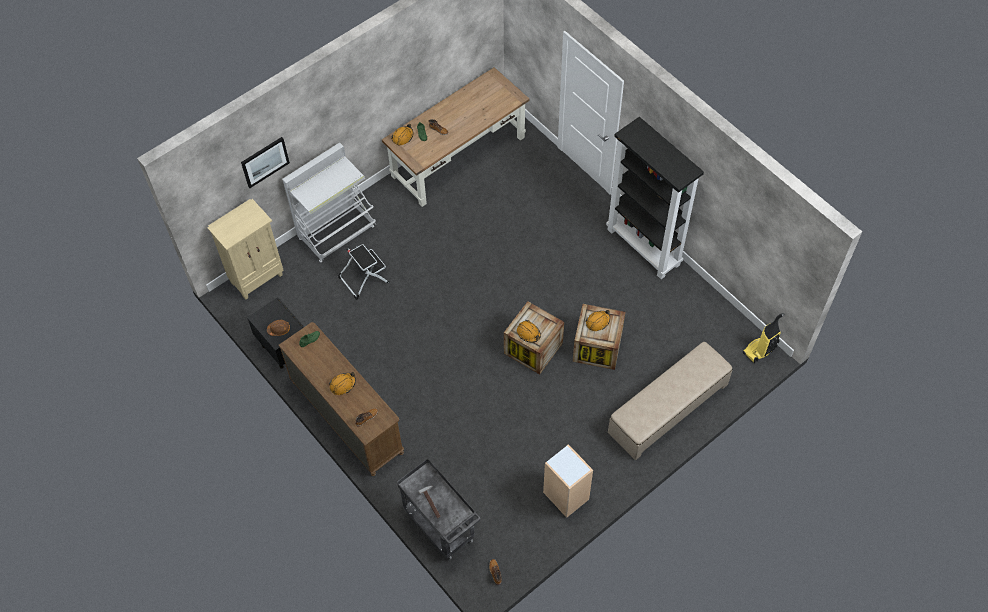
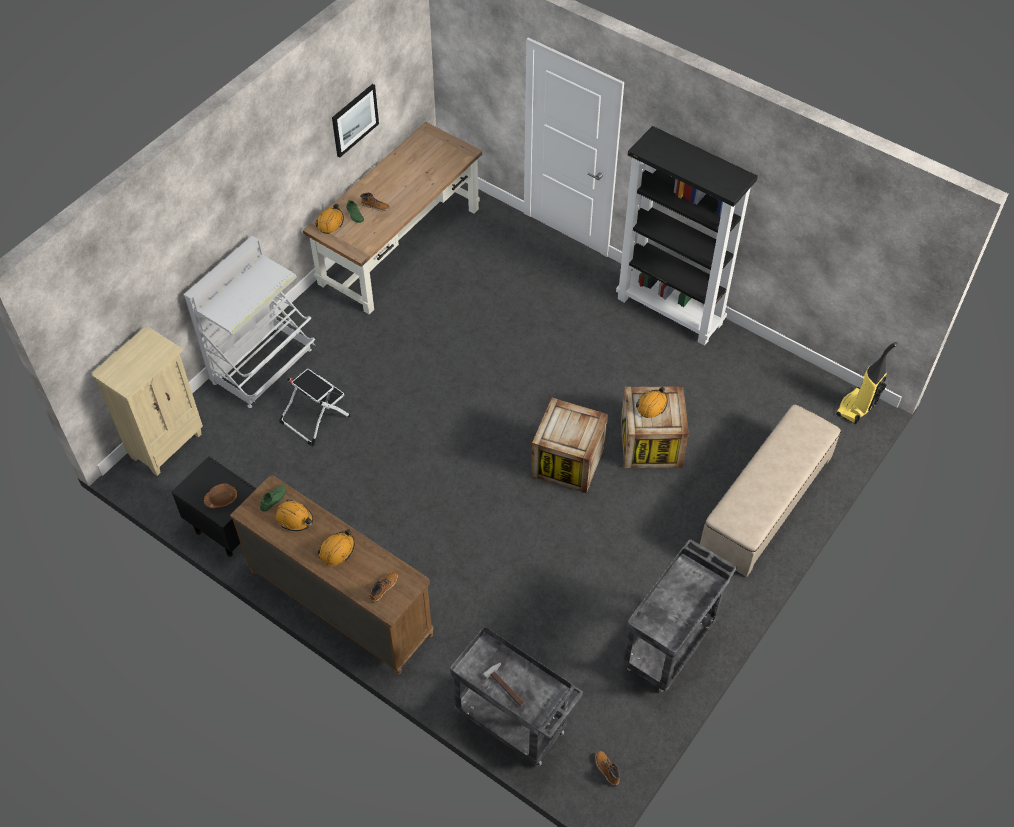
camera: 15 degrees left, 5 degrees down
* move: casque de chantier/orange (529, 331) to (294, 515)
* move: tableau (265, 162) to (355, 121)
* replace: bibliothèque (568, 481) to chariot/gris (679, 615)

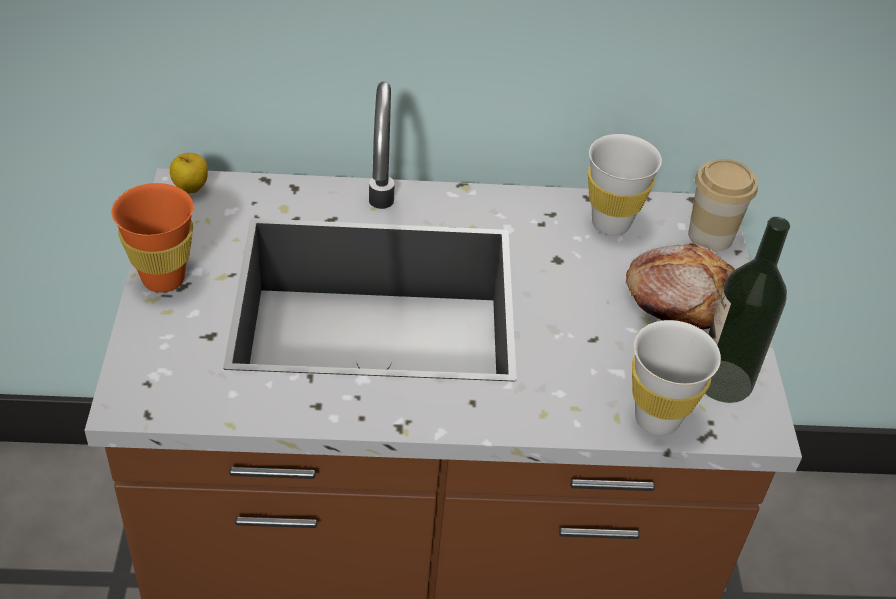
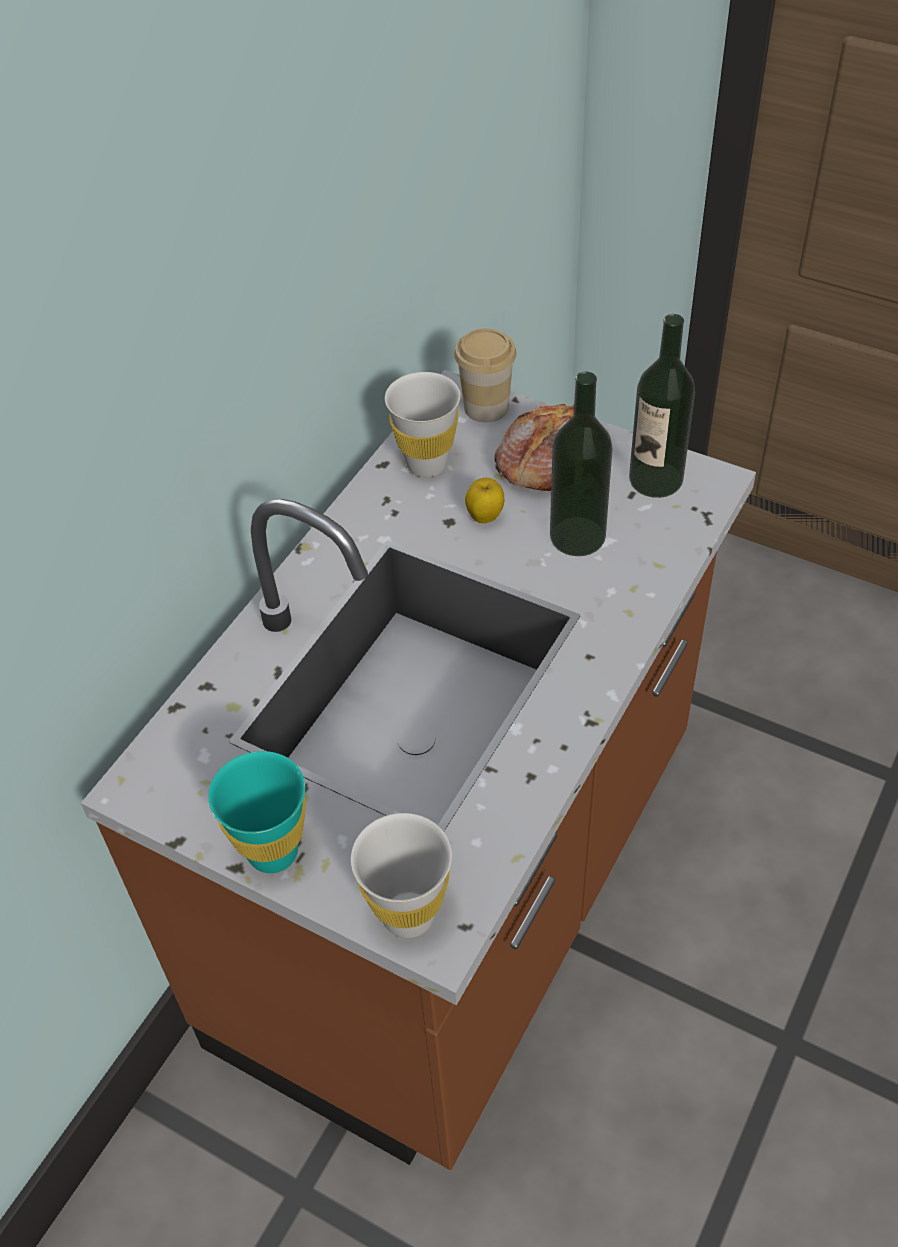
camera: 55 degrees left, 5 degrees up
* recolor: tasse/orange (152, 238) to tasse/turquoise (257, 812)
* move: tasse/blanc (676, 378) to (401, 875)
* move: pomme (189, 173) to (484, 500)
* insert: bouteille (581, 464)

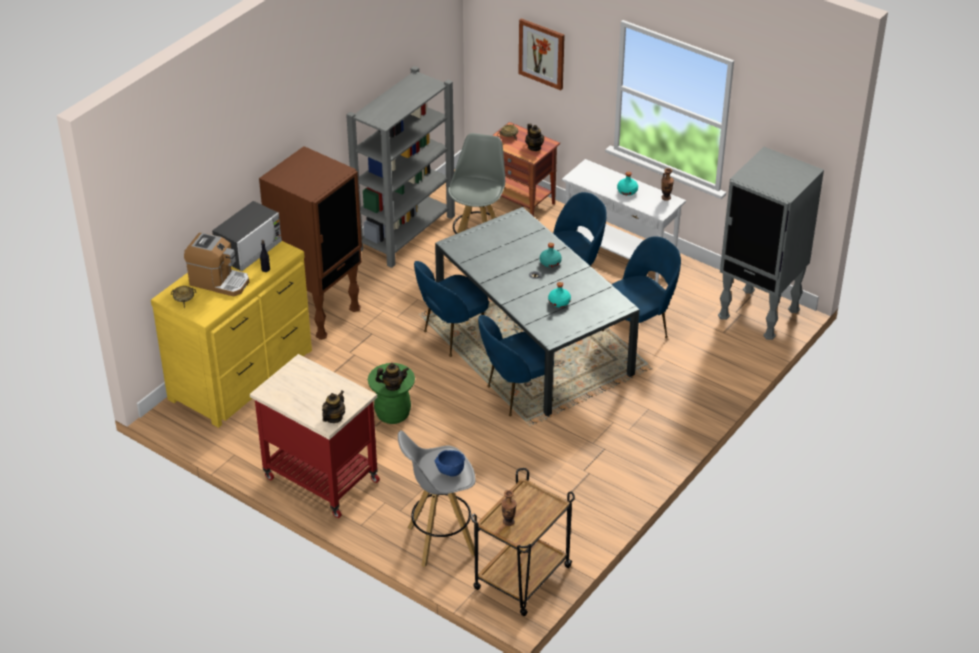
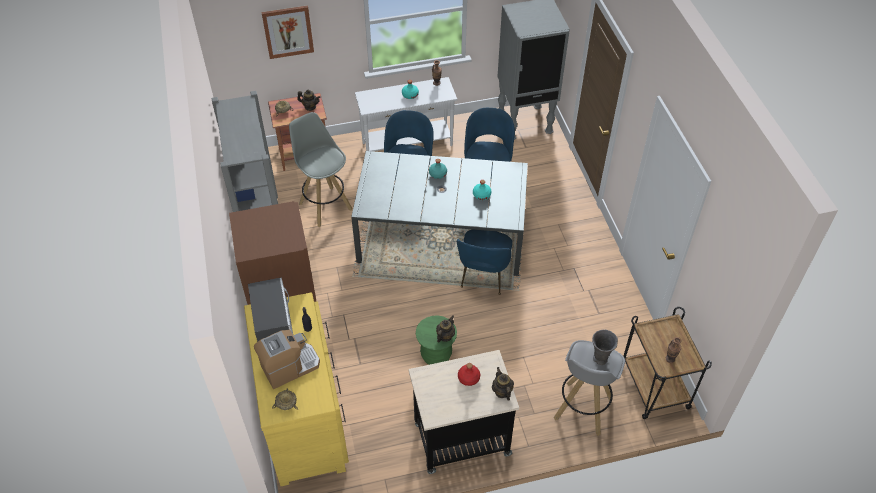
camera: 50 degrees left, 10 degrees up
* recolor: chariot/rouge (315, 436) to chariot/noir (464, 412)
* insert: bouteille/rouge (469, 374)
* replace: bol/bleu (450, 463) to vase/gris (605, 347)
* delete: chaise/bleu (451, 309)

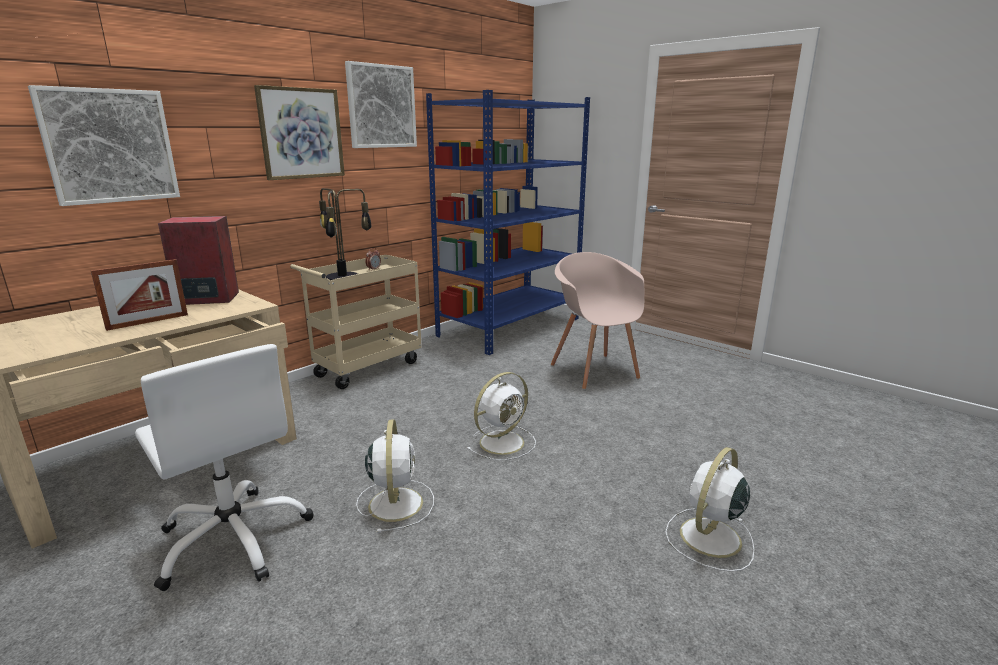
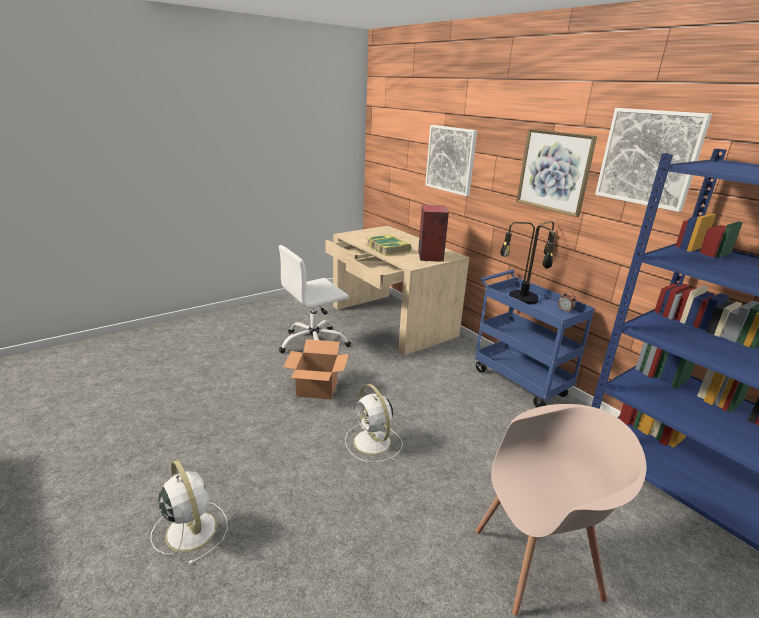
camera: 100 degrees right, 5 degrees up
* replace: ventilateur/blanc (395, 476) to carton (316, 369)
* replace: cadre photo (139, 295) to livre (388, 245)
* recolor: chariot/beige (356, 322) to chariot/bleu (535, 338)

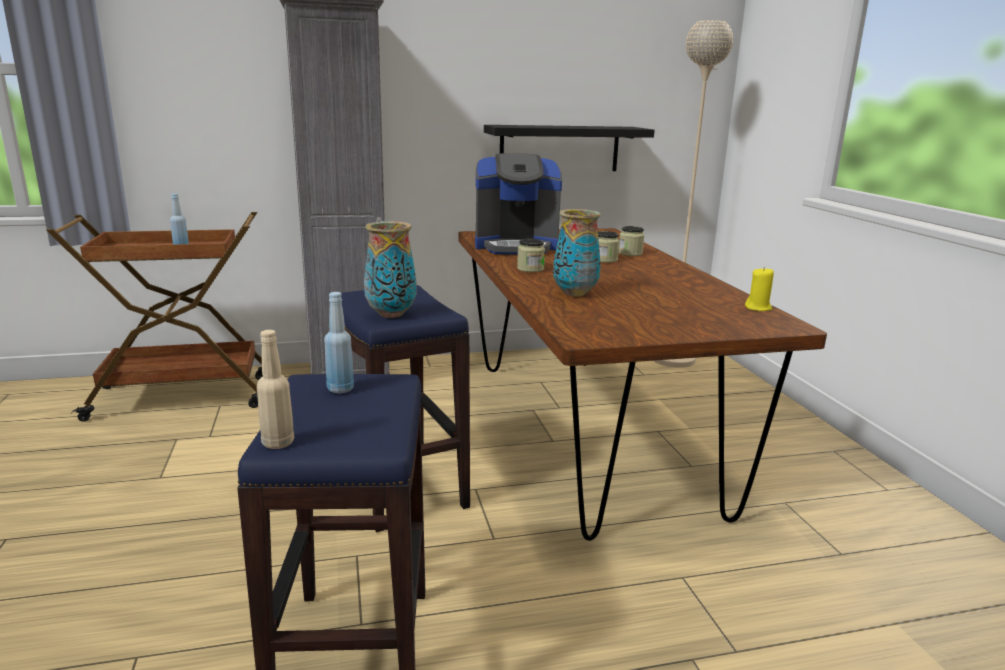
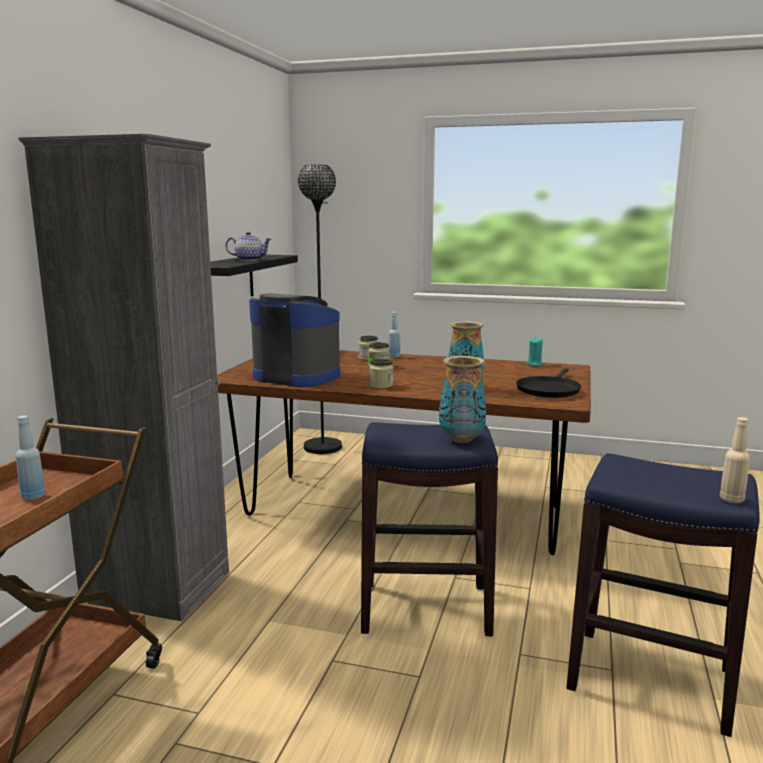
camera: 60 degrees left, 5 degrees down
* insert: théière (248, 246)
* rotate: machine à café (518, 204) = (294, 340) 90 degrees counterclockwise
* recolor: lampadaire/beige (693, 194) to lampadaire/noir (320, 309)
* move: bouteille/bleu (339, 342) to (394, 335)
* insert: poêle/noir (548, 383)
* recolor: bougie/jaune (759, 289) to bougie/turquoise (534, 352)

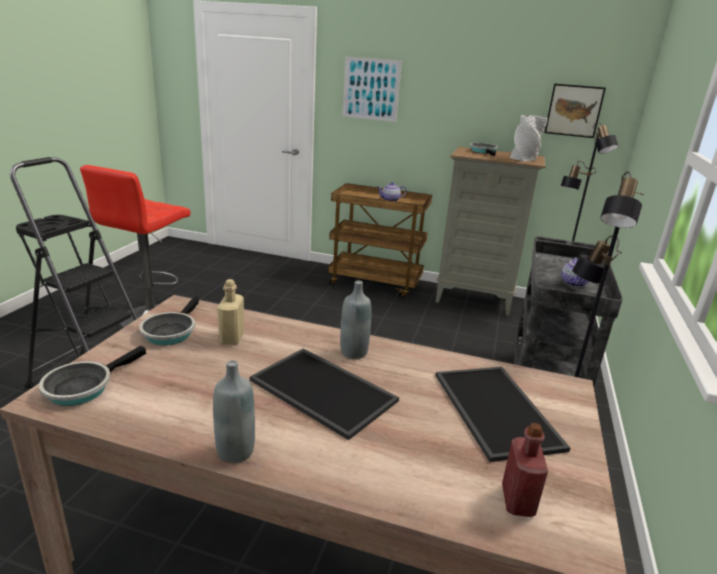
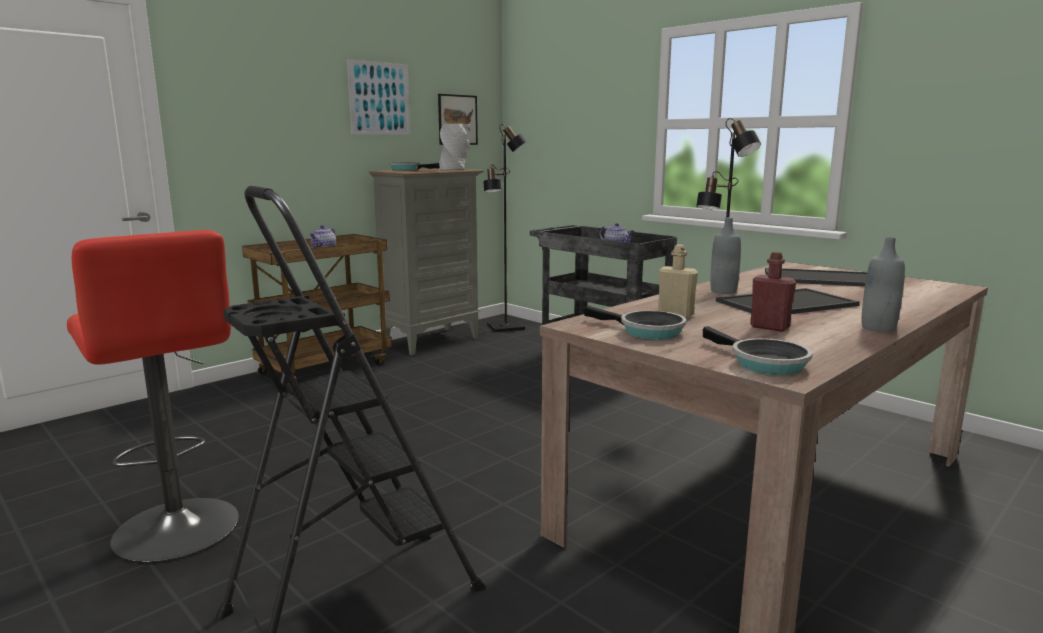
camera: 60 degrees left, 10 degrees down
* move: tableau (372, 89) to (378, 97)
* move: bouteille/rouge (525, 470) to (773, 292)

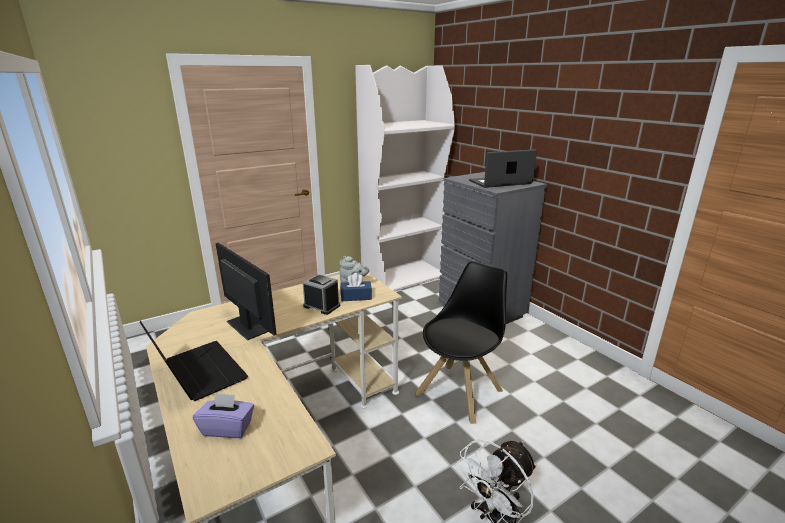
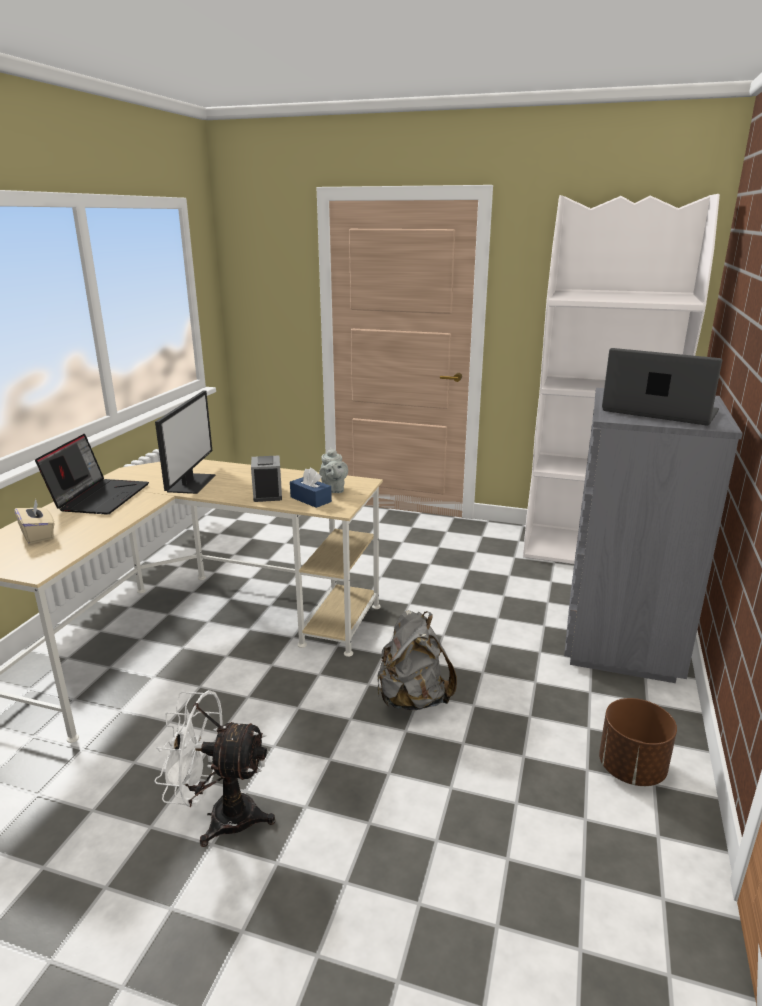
camera: 50 degrees right, 0 degrees up
* recolor: boîte à mouchoirs/violet (223, 415) to boîte à mouchoirs/beige (34, 521)
* replace: chaise/noir (461, 342) to sac à dos/gris (417, 660)
* insert: cache-pot/marron (638, 742)

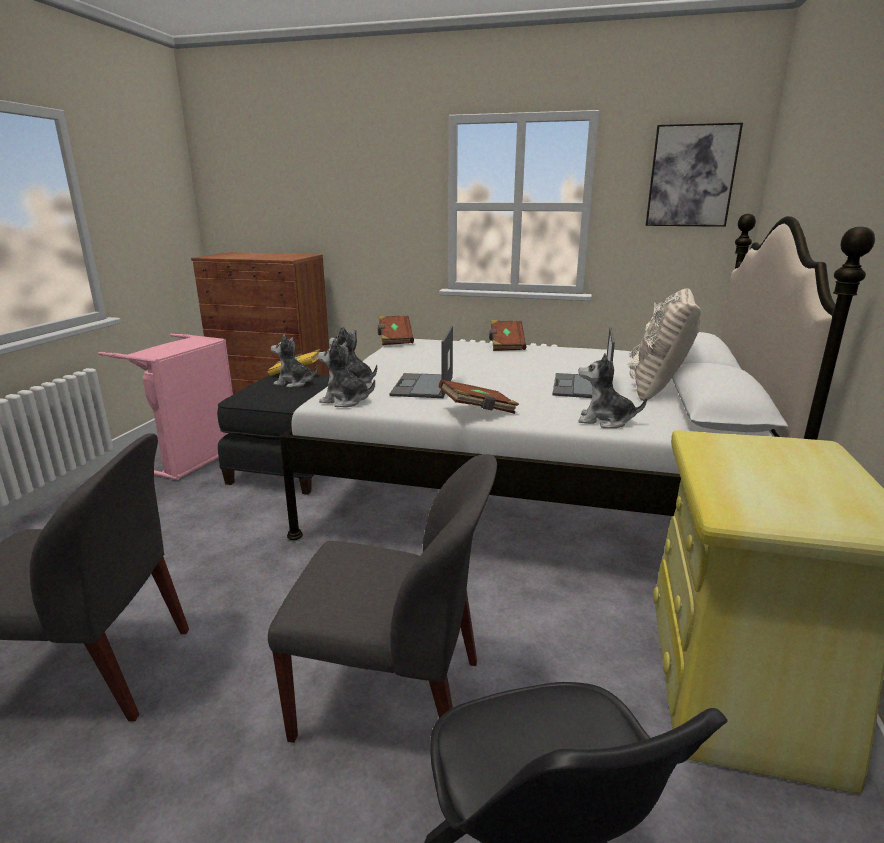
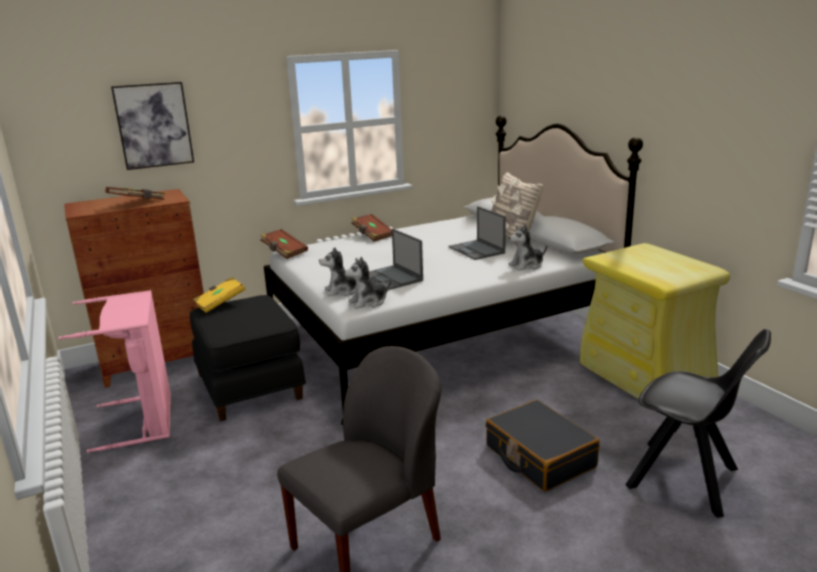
camera: 40 degrees left, 0 degrees up
* move: livre/marron (479, 397) to (135, 193)
* move: tableau (694, 174) to (152, 126)
* replace: chaise/gris (382, 598) to valise/noir (543, 445)
* delete: peluche (294, 361)

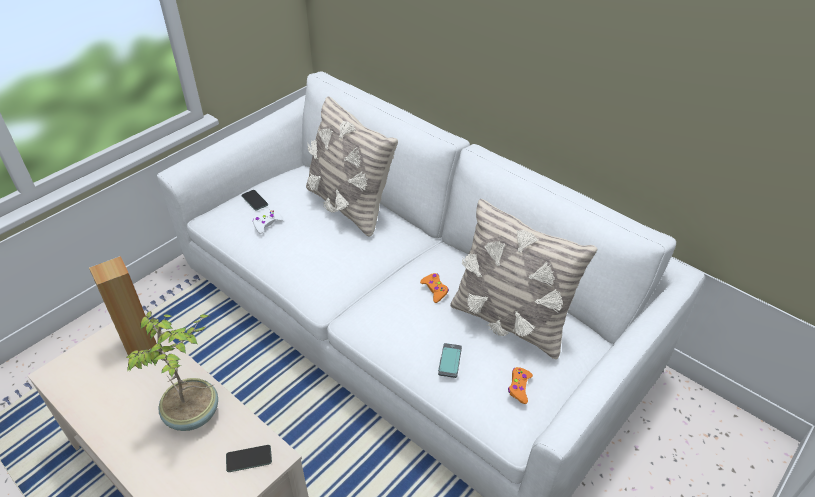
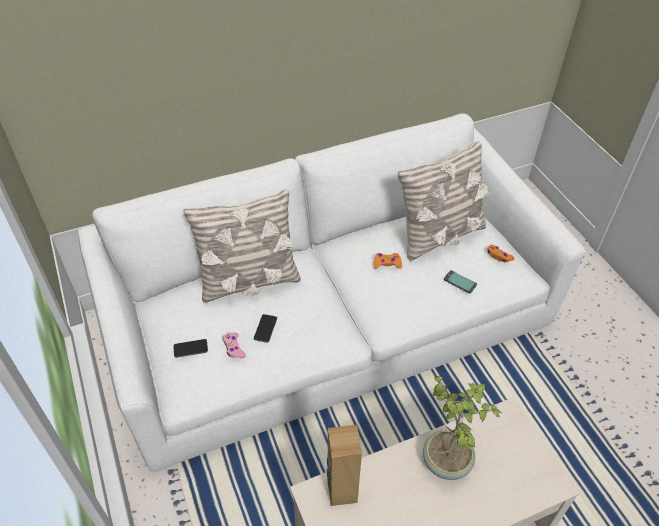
camera: 65 degrees left, 5 degrees up
* recolor: manette/blanc (268, 221) to manette/rose (234, 345)
* move: téléphone (249, 458) to (265, 328)

